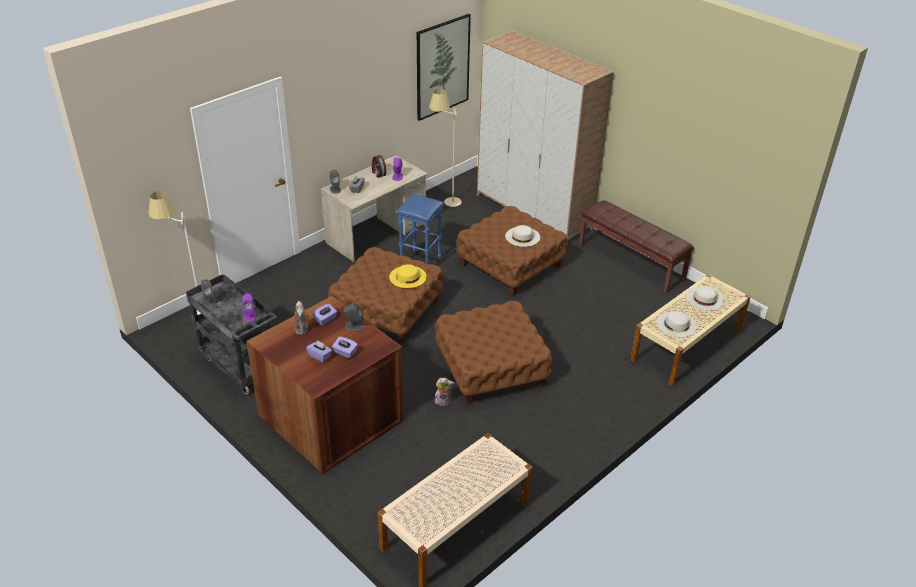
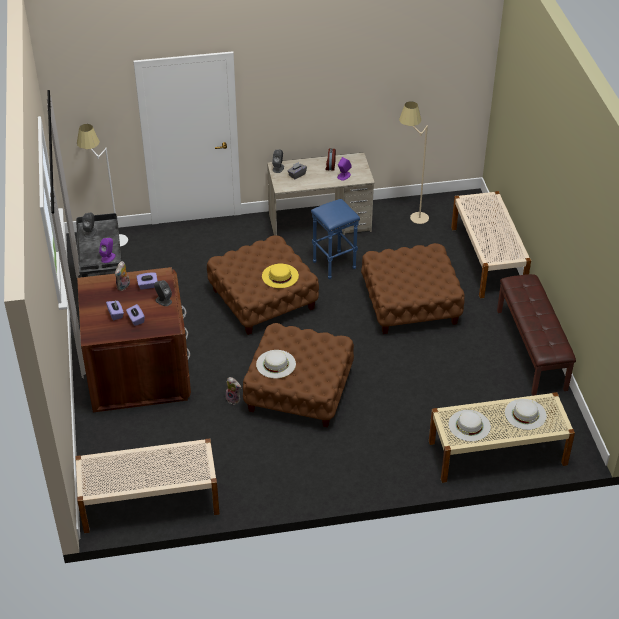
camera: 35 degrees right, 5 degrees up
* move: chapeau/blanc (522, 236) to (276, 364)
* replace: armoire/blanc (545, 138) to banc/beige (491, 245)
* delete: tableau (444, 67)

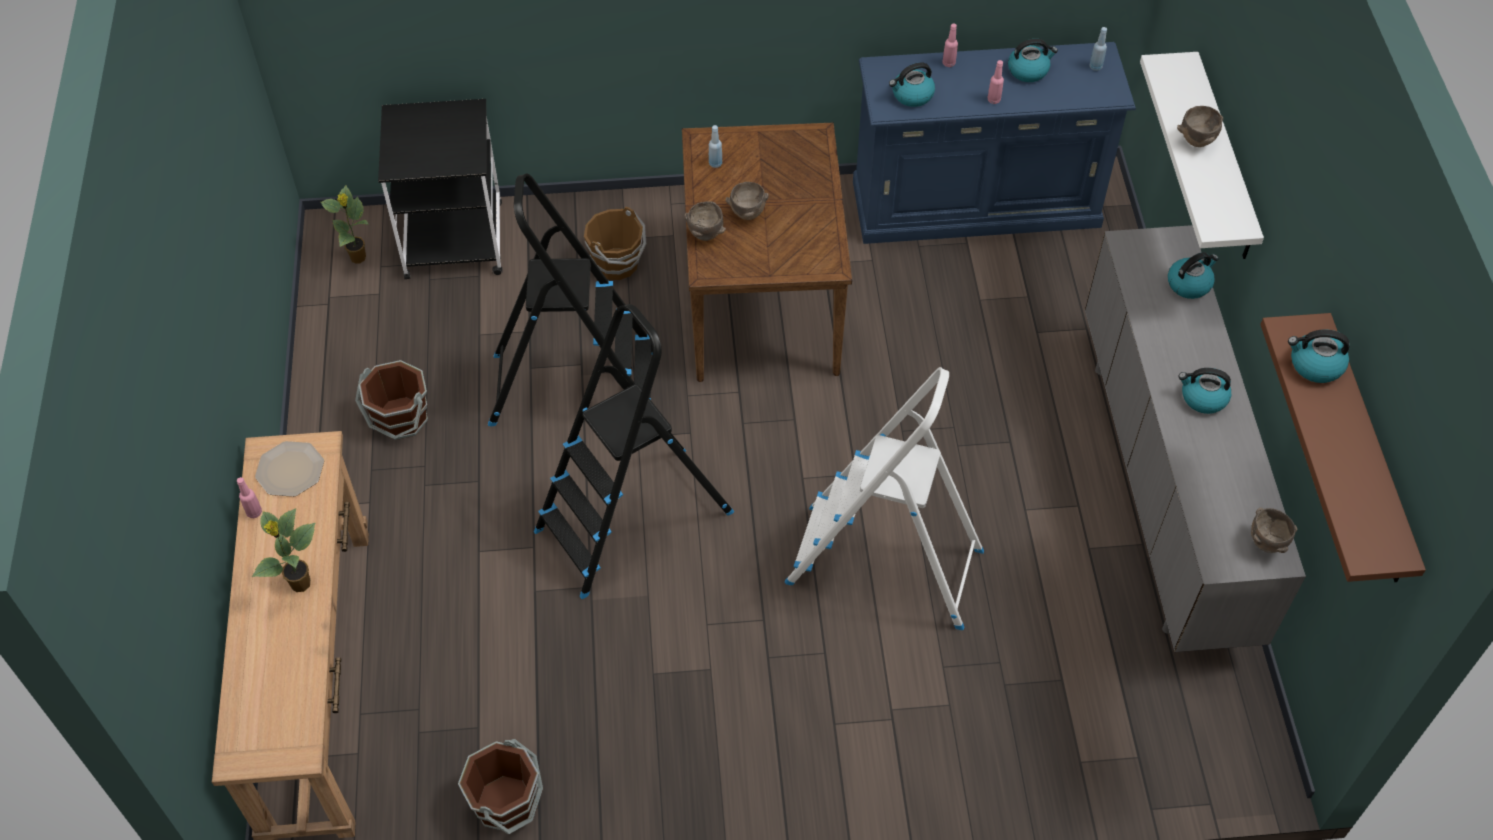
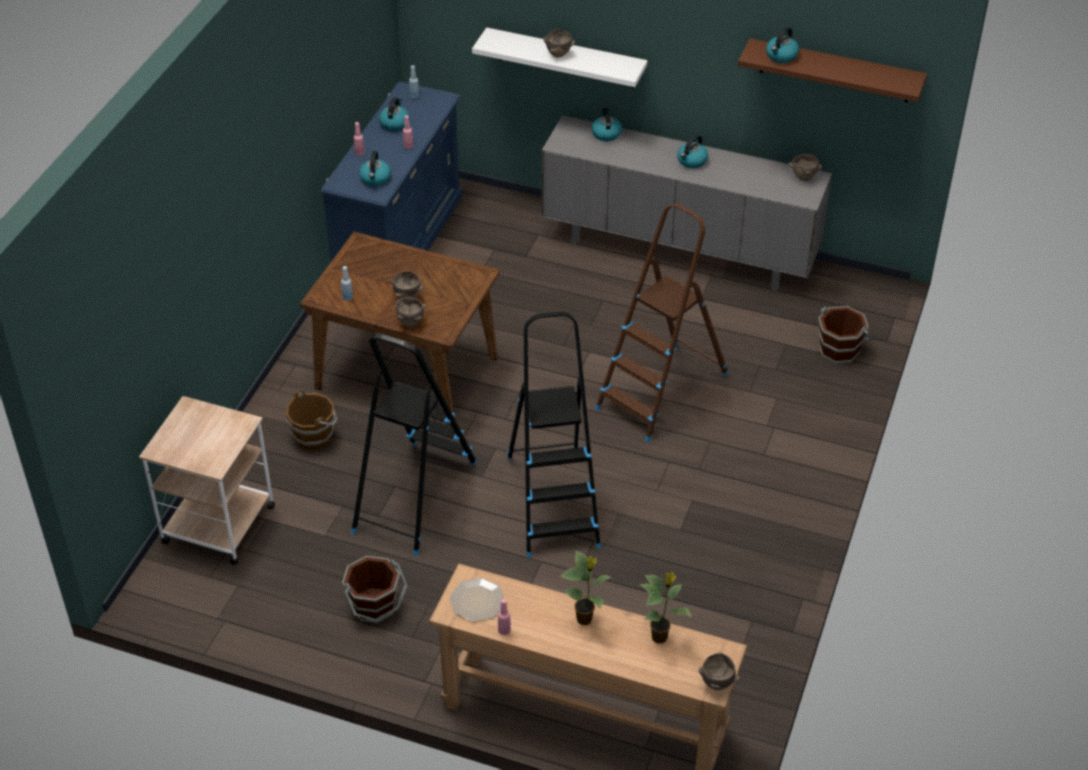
camera: 65 degrees left, 10 degrees down
* recolor: chariot/noir (440, 189) to chariot/beige (207, 480)
* recolor: escabeau/blanc (884, 498) to escabeau/marron (662, 323)
* move: plante en pot (345, 224) to (665, 607)
* insert: bol/marron (719, 671)
* move: seau/marron (500, 786) to (845, 335)

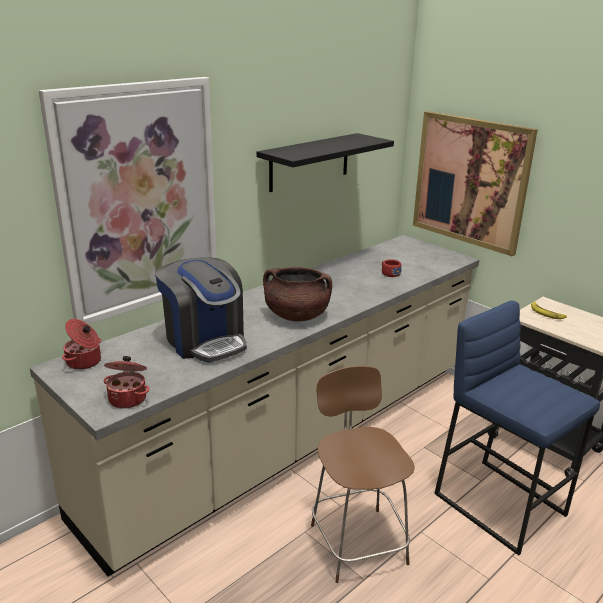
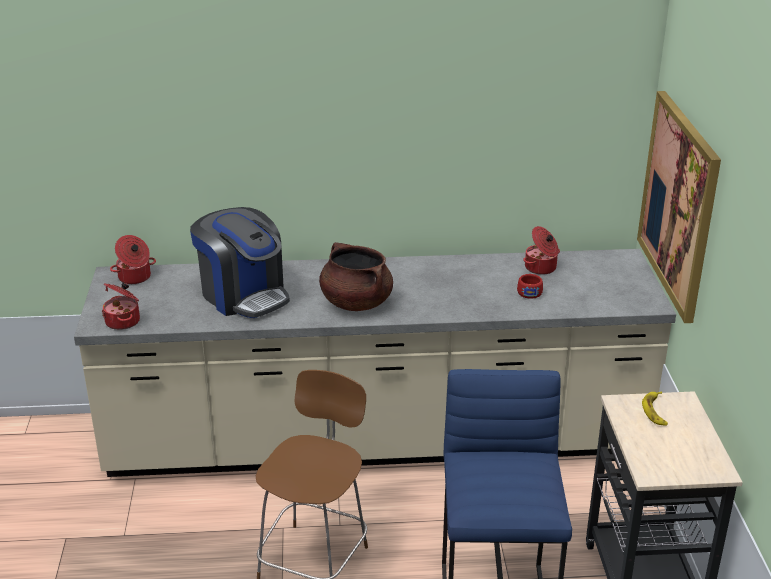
camera: 40 degrees right, 5 degrees up
* rotate: machine à café (201, 310) = (240, 262) 45 degrees counterclockwise
* insert: marmite (541, 250)
* delete: tableau (127, 200)
* delete: étagère/noir (325, 162)

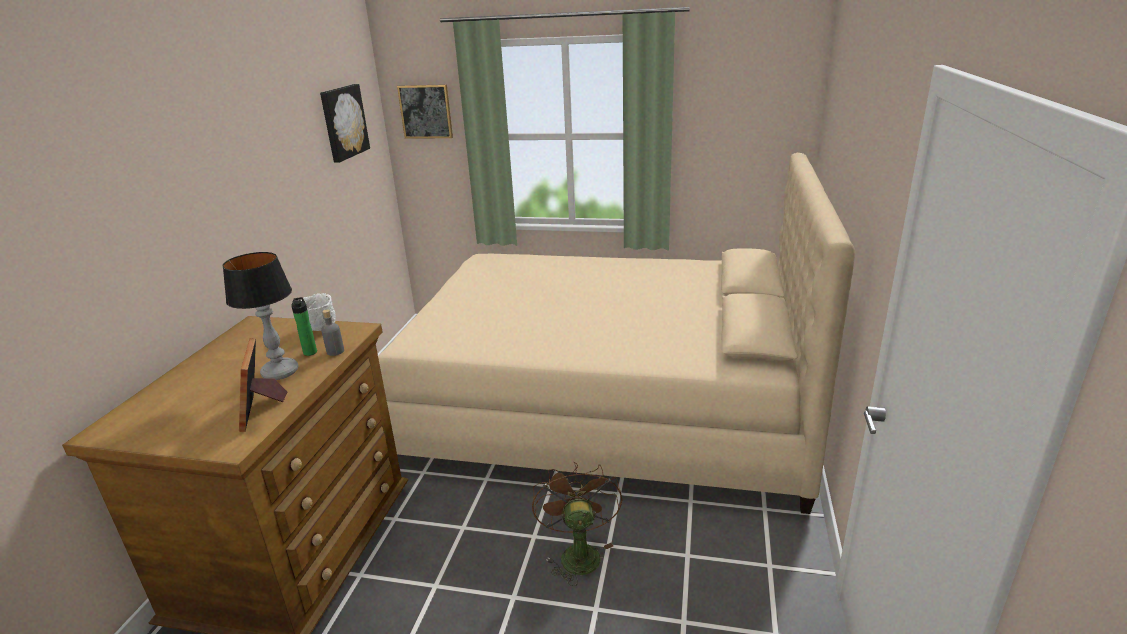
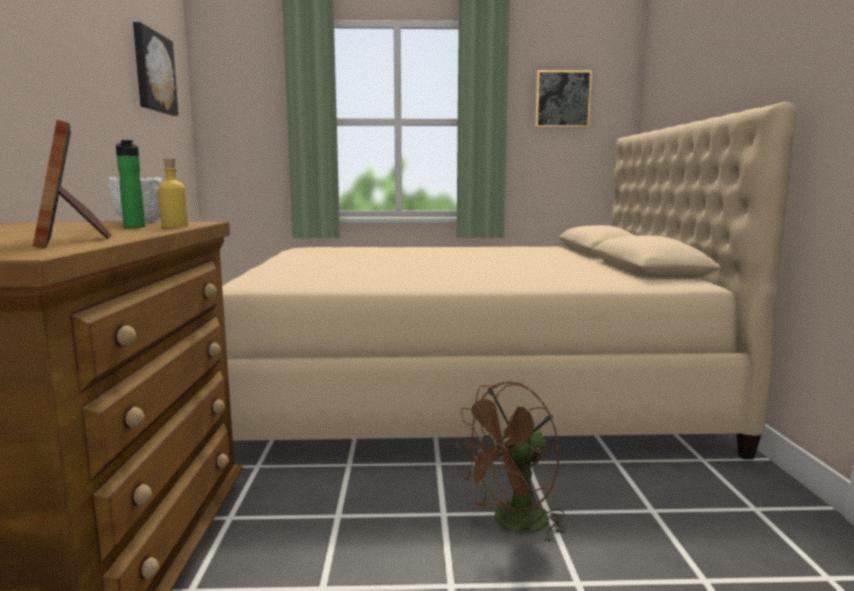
camera: 15 degrees left, 15 degrees down
* recolor: bouteille/gris (332, 332) to bouteille/jaune (173, 193)
* rotate: ventilateur/marron (577, 524) = (510, 462) 105 degrees counterclockwise
* move: tableau (425, 111) to (563, 99)
* delete: lampe de table (260, 316)

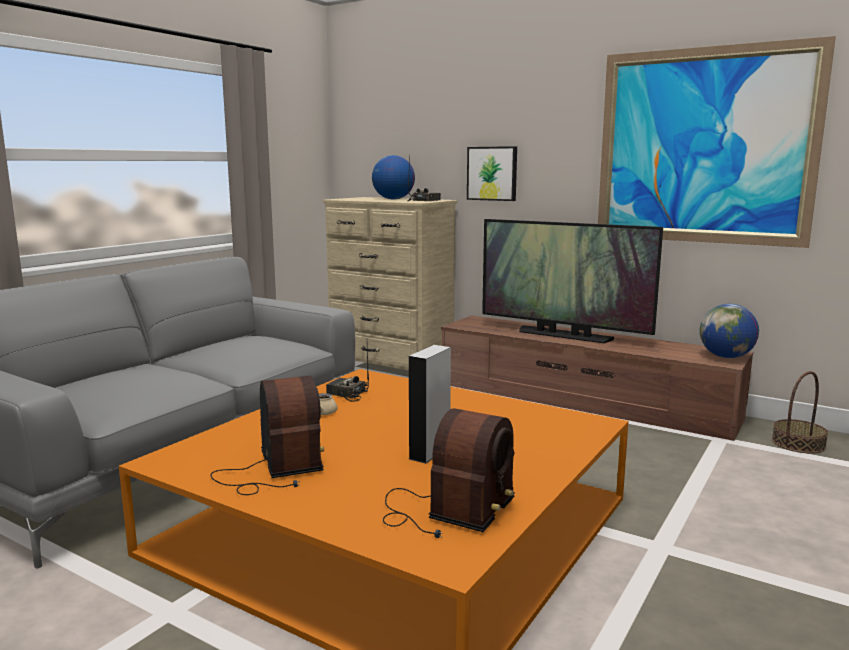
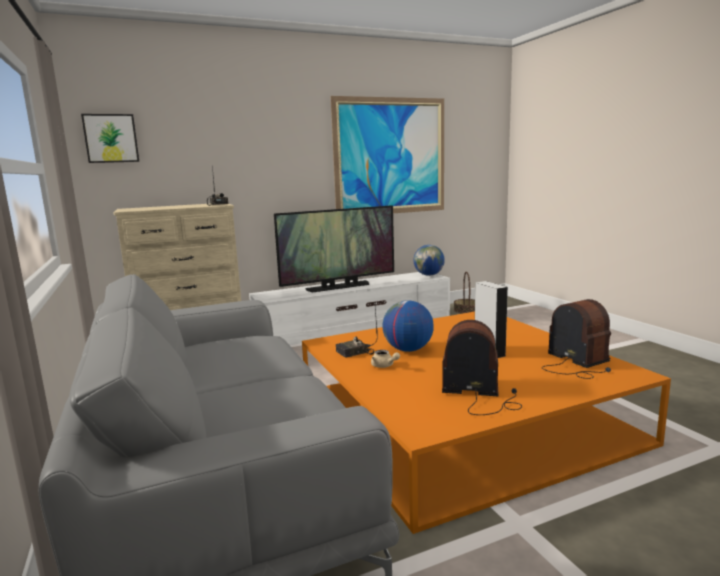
camera: 55 degrees left, 0 degrees up
* move: tableau (492, 173) to (110, 138)
* recolor: meuble télé/marron (597, 378) to meuble télé/blanc (349, 308)
* move: globe (393, 177) to (408, 326)

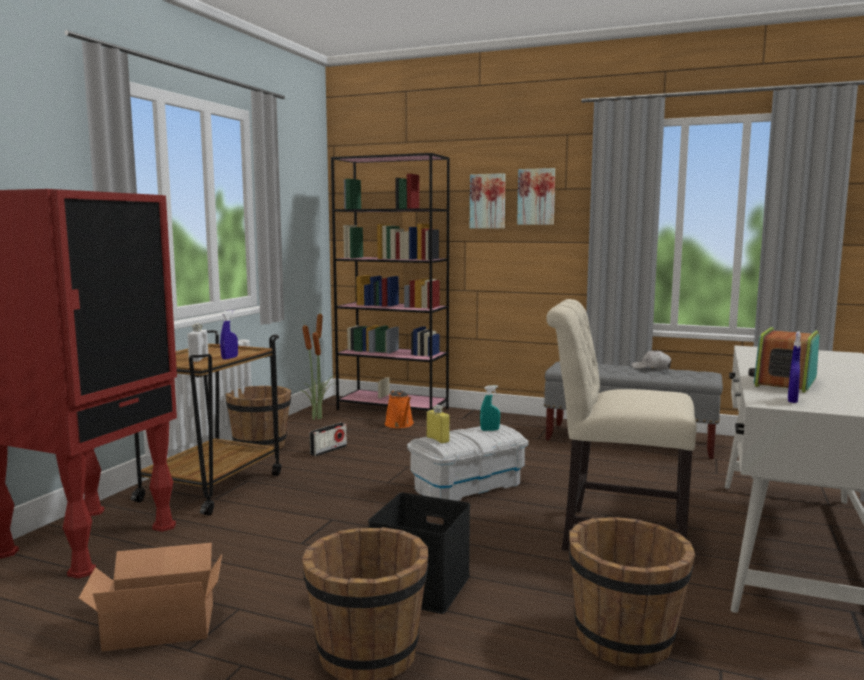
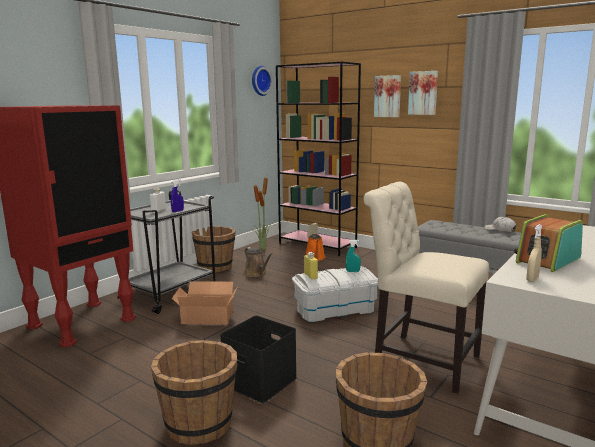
camera: 15 degrees right, 5 degrees up
* recolor: chariot/marron (206, 423) to chariot/gris (166, 252)
* move: carton (150, 597) to (204, 303)
* replace: radio (328, 439) to arrosoir/marron (258, 262)
* insert: horloge murale (262, 81)
* recolor: vaporisateur/bleu (794, 367) to vaporisateur/beige (534, 253)

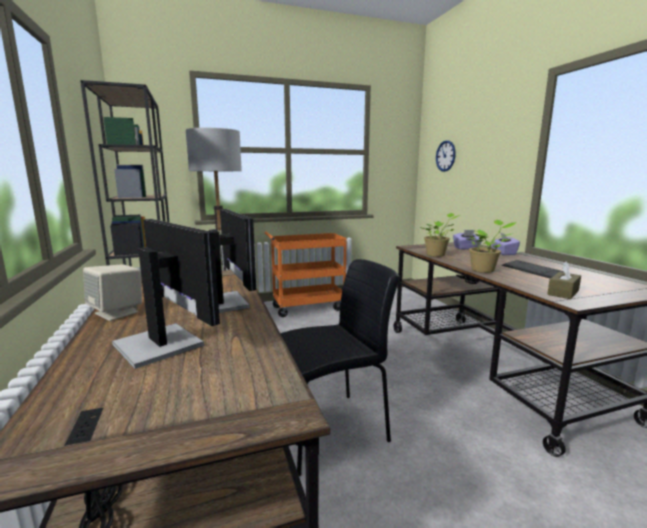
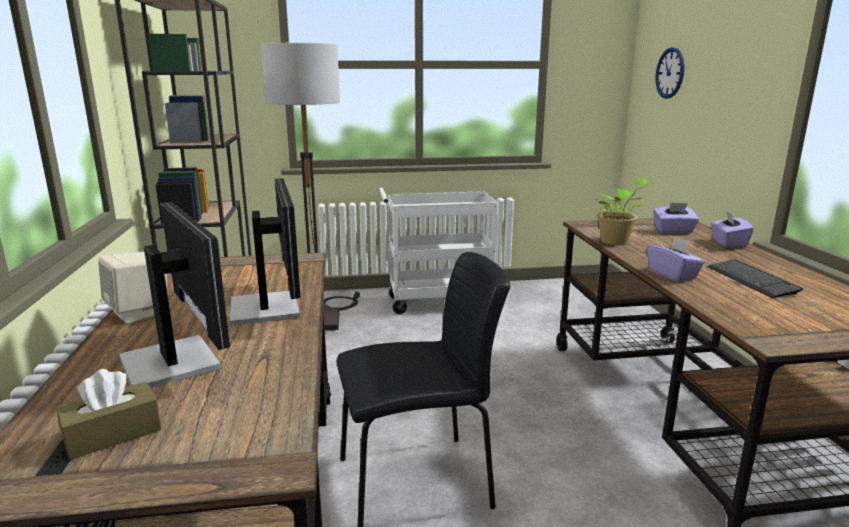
camera: 10 degrees right, 5 degrees up
* move: boîte à mouchoirs/marron (564, 280) to (108, 414)
* recolor: chariot/orange (306, 274) to chariot/blanc (438, 250)
* replace: plante en pot (491, 246) to boîte à mouchoirs/violet (676, 259)

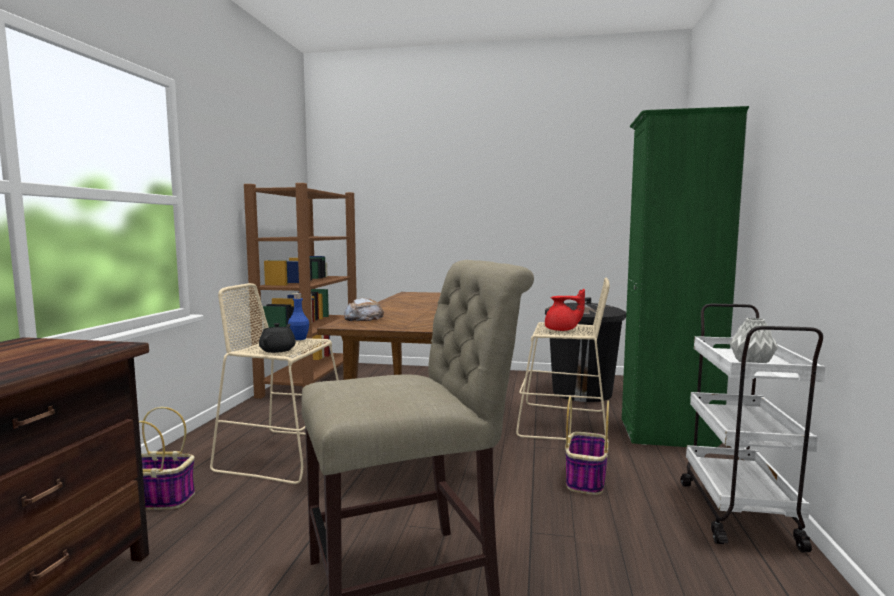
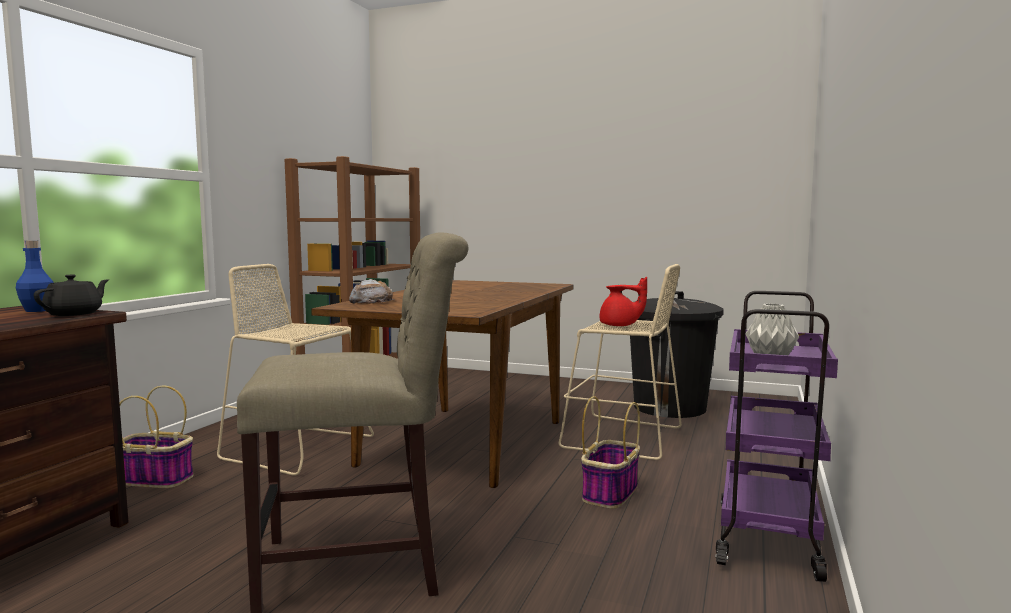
camera: 10 degrees right, 0 degrees up
* move: bouteille/bleu (298, 316) to (35, 276)
* move: théière/noir (277, 338) to (71, 295)
* recolor: chariot/blanc (753, 428) to chariot/violet (777, 436)
* delete: meuble de rangement/vert (685, 276)

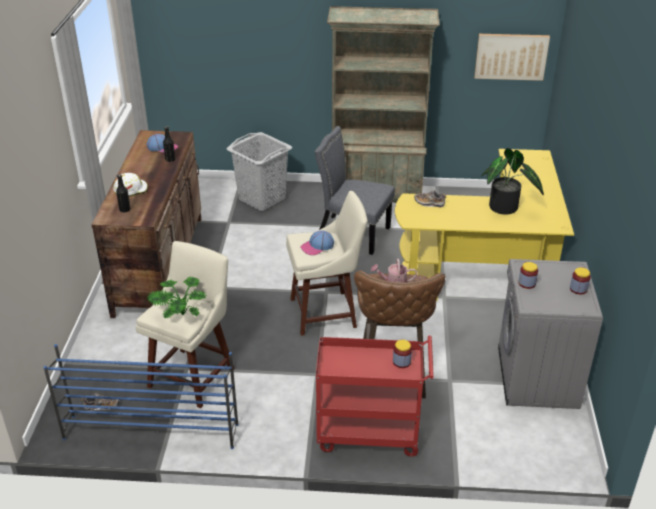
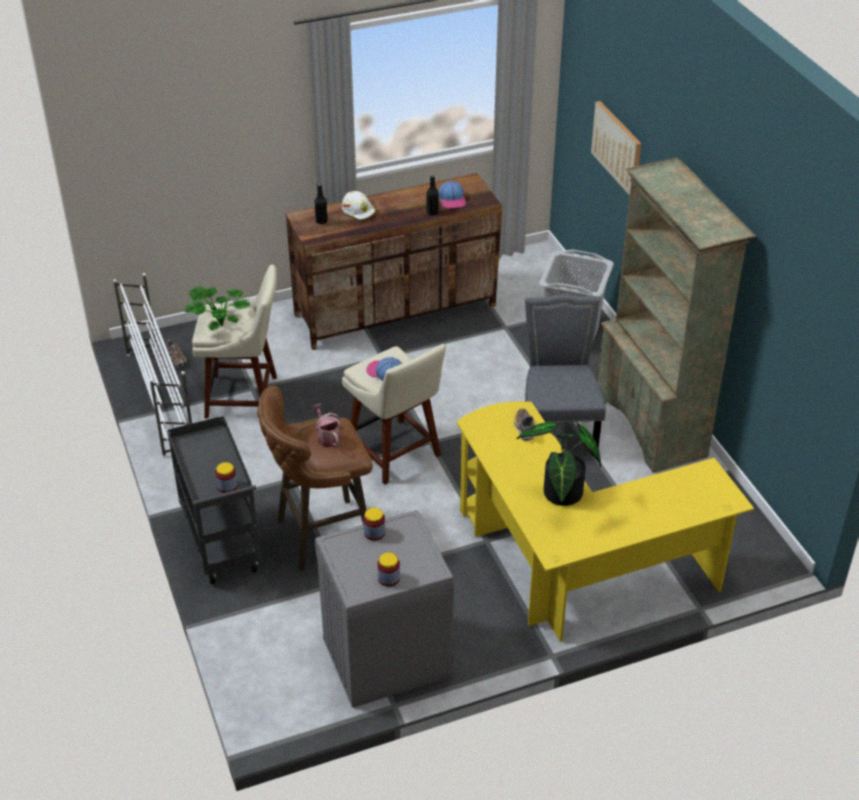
camera: 65 degrees right, 5 degrees up
* recolor: étagère à chaussures/bleu (141, 396) to étagère à chaussures/blanc (152, 365)
* recolor: chariot/rouge (375, 396) to chariot/gris (214, 500)
* move: tableau (512, 57) to (616, 148)

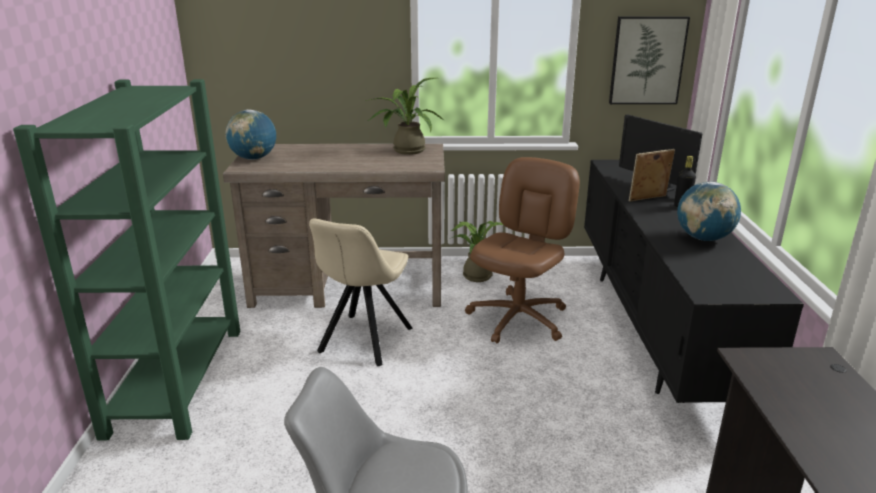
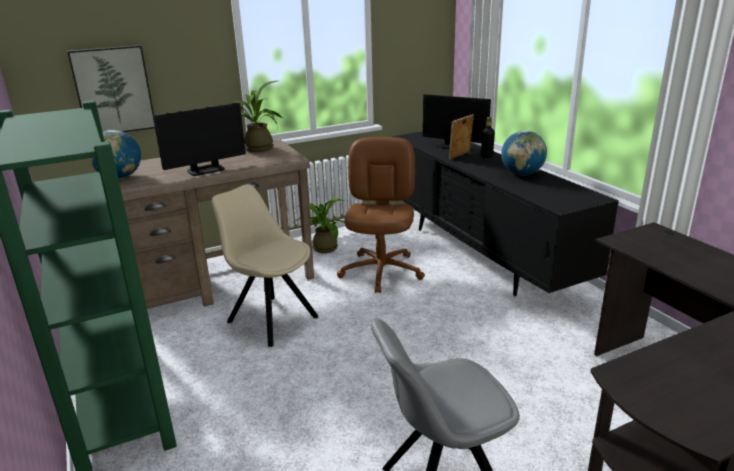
camera: 25 degrees left, 0 degrees up
* move: tableau (649, 60) to (111, 88)
* insert: écran d'ordinateur (199, 139)
* rotate: chaise/beige (361, 292) = (264, 265) 135 degrees clockwise

